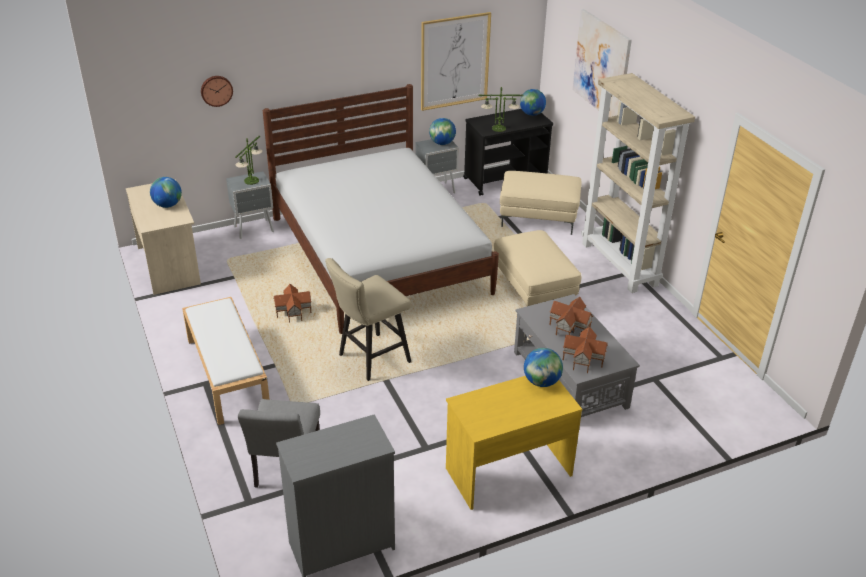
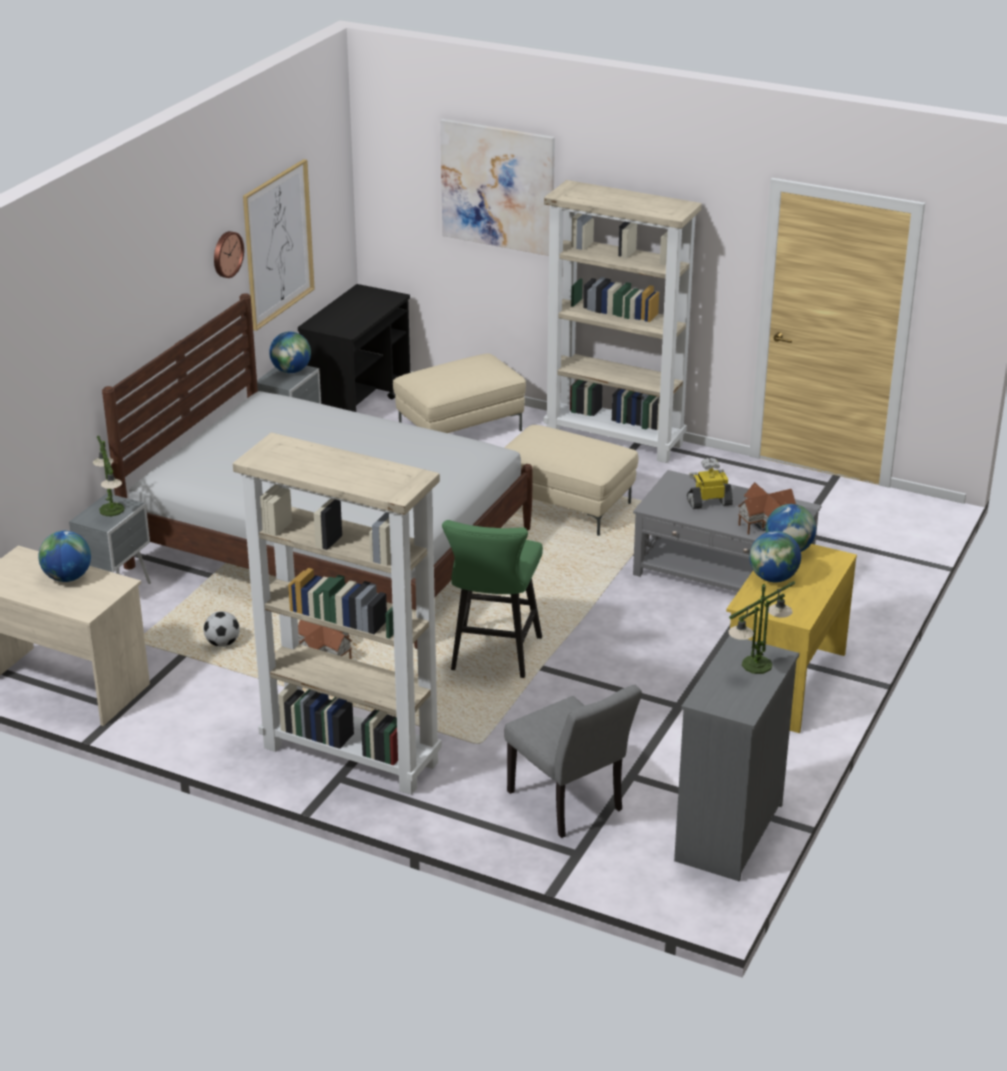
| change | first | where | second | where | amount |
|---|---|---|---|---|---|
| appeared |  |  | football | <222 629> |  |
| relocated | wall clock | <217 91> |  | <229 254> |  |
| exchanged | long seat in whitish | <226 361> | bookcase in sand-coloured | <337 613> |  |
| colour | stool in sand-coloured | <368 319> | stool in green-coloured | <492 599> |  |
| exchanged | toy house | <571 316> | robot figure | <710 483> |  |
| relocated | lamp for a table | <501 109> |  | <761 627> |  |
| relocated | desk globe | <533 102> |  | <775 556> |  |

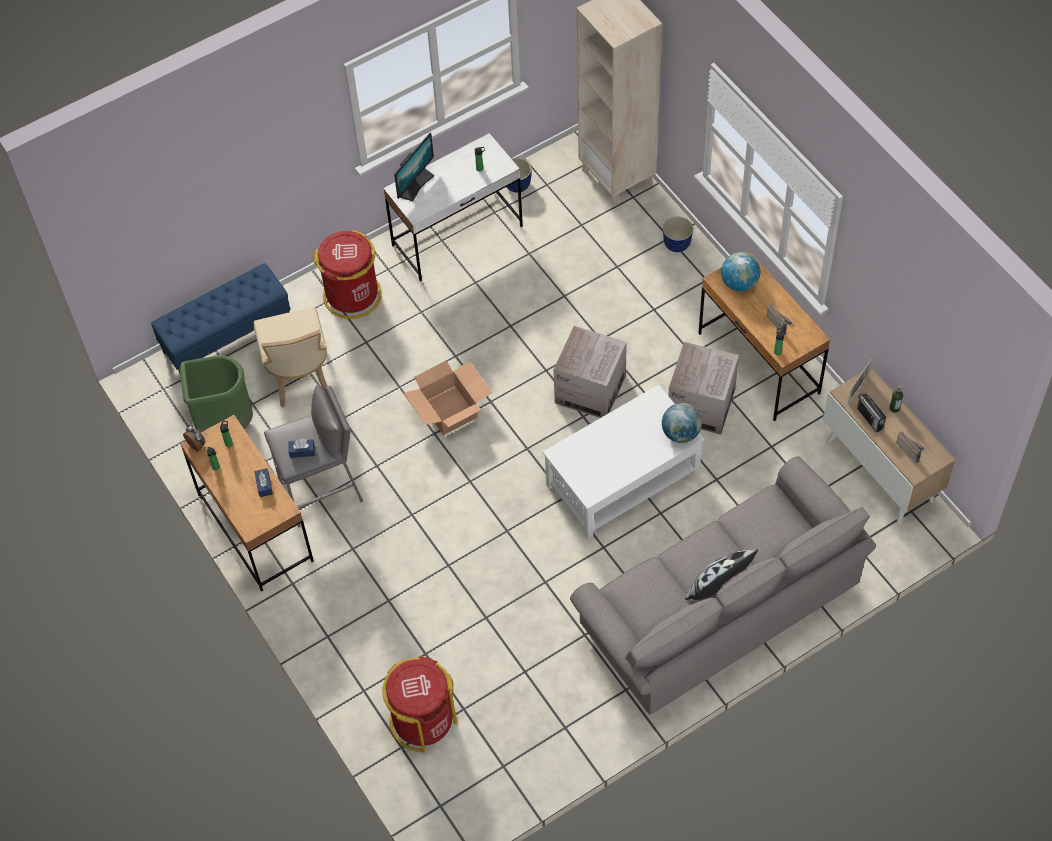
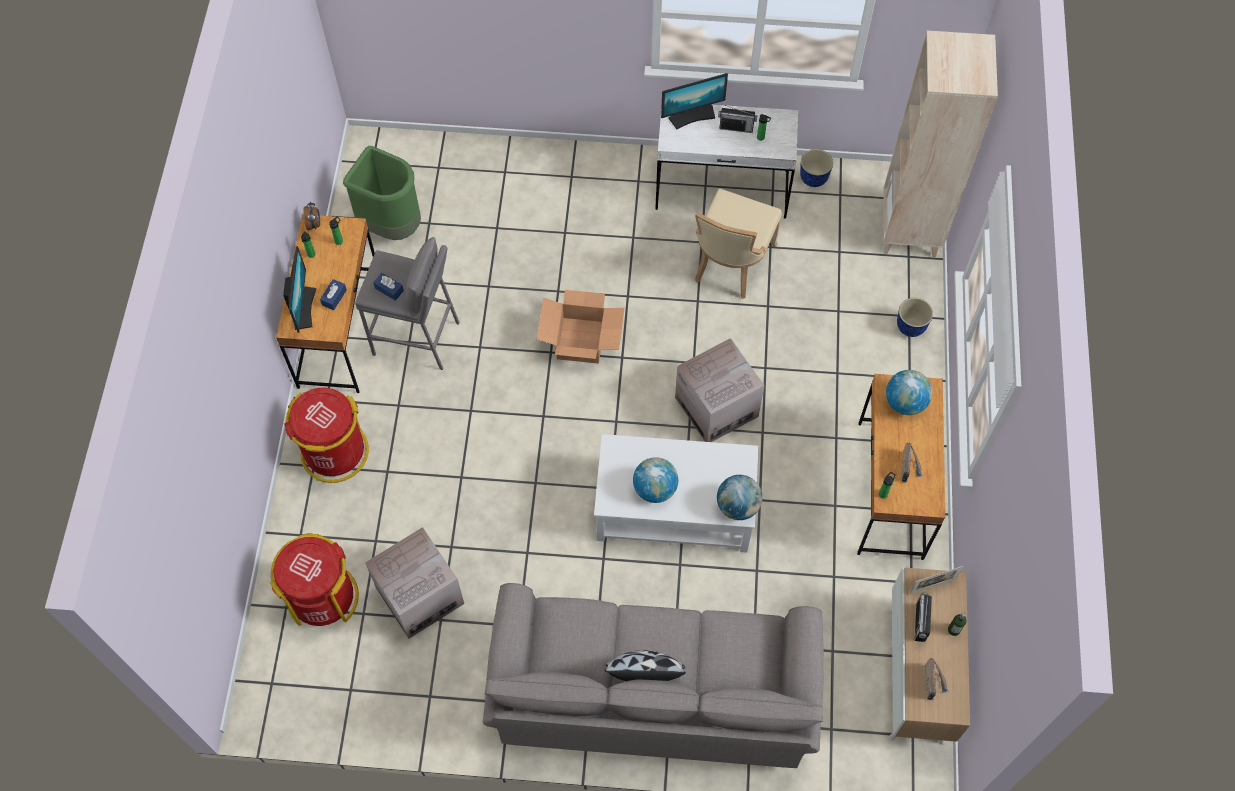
| change | first | where | second | where | amount |
|---|---|---|---|---|---|
| appeared |  |  | computer display | <299 289> |  |
| relocated | trash can in red-coloured | <347 274> |  | <326 435> |  |
| relocated | cardboard box | <703 388> |  | <414 583> |  |
| appeared |  |  | desk globe | <655 480> |  |
| relocated | plain chair in sand-coloured | <290 357> |  | <738 244> |  |
| appeared |  |  | radio receiver | <737 119> |  |
| missing | long seat in bluish | <221 318> |  |  |  |

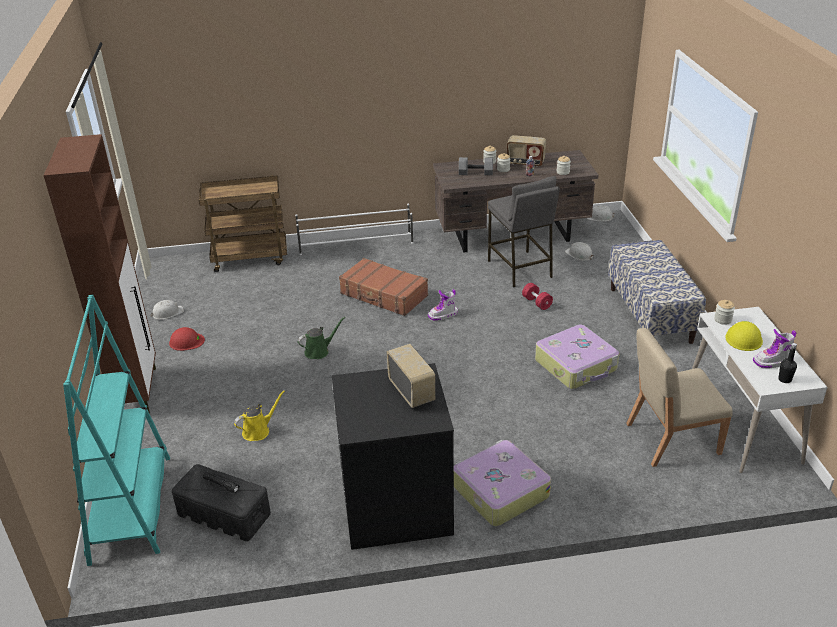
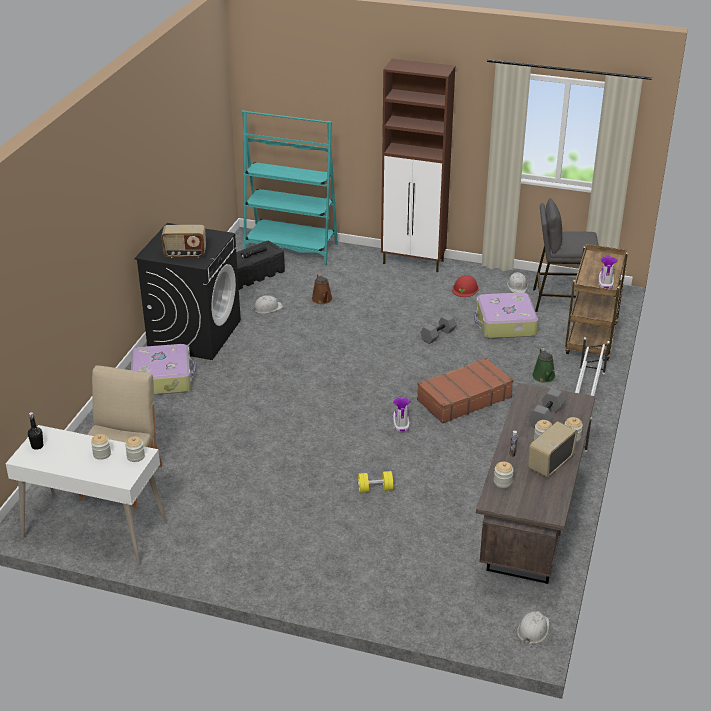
| change | first | where | second | where | amount |
|---|---|---|---|---|---|
| exchanged | work helmet in yellowish | <744 336> | jar | <101 447> |  |
| relocated | work helmet in whitish | <579 251> |  | <268 304> |  |
| colour | watering pot in yellowish | <259 415> | watering pot in brown | <322 289> |  |
| colour | free weight in red-coloured | <537 296> | free weight in yellowish | <376 482> |  |
| appeared |  |  | free weight in grey | <438 329> |  |
| relocated | travel case | <577 357> |  | <506 315> |  |
| relocated | watering pot in green-coloured | <321 338> |  | <543 365> |  |
| relocated | stool in grey | <524 231> |  | <566 255> |  |
| relocated | tall boot | <775 349> |  | <608 272> |  |
| missing | long seat | <657 292> |  |  |  |

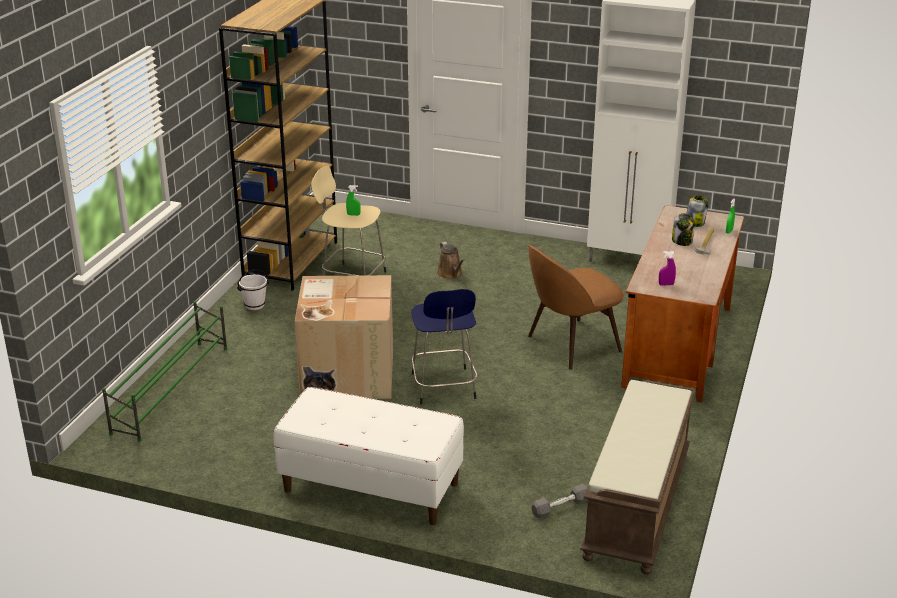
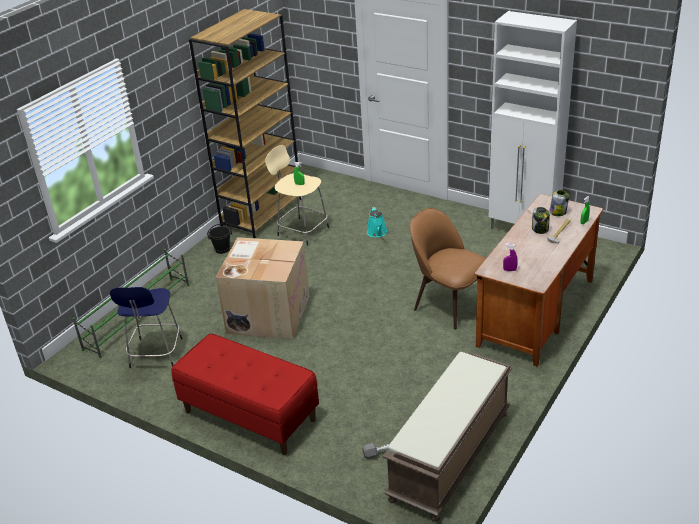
| change | first | where | second | where | amount |
|---|---|---|---|---|---|
| relocated | stool in bluish | <444 346> |  | <146 327> |  |
| colour | long seat in whitish | <369 456> | long seat in red-coloured | <245 394> |  |
| colour | water bucket in whitish | <253 289> | water bucket in black | <219 239> |  |
| colour | watering pot in brown | <451 260> | watering pot in blue-green | <377 222> |  |
| spun | plain chair in brown | <576 307> |  | <448 269> | 60 degrees clockwise |

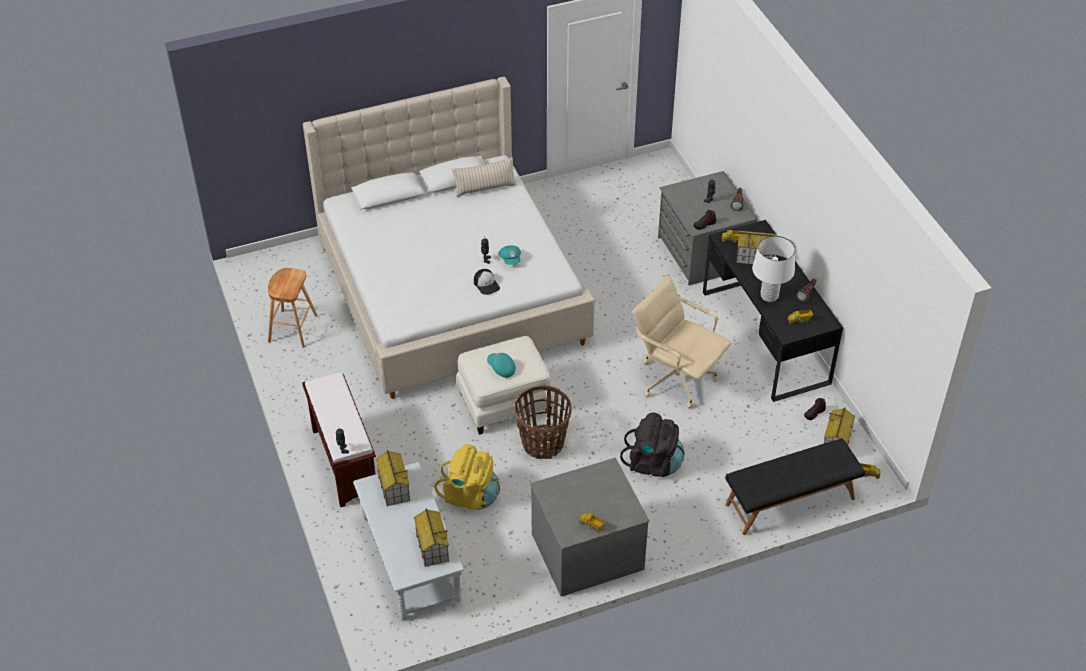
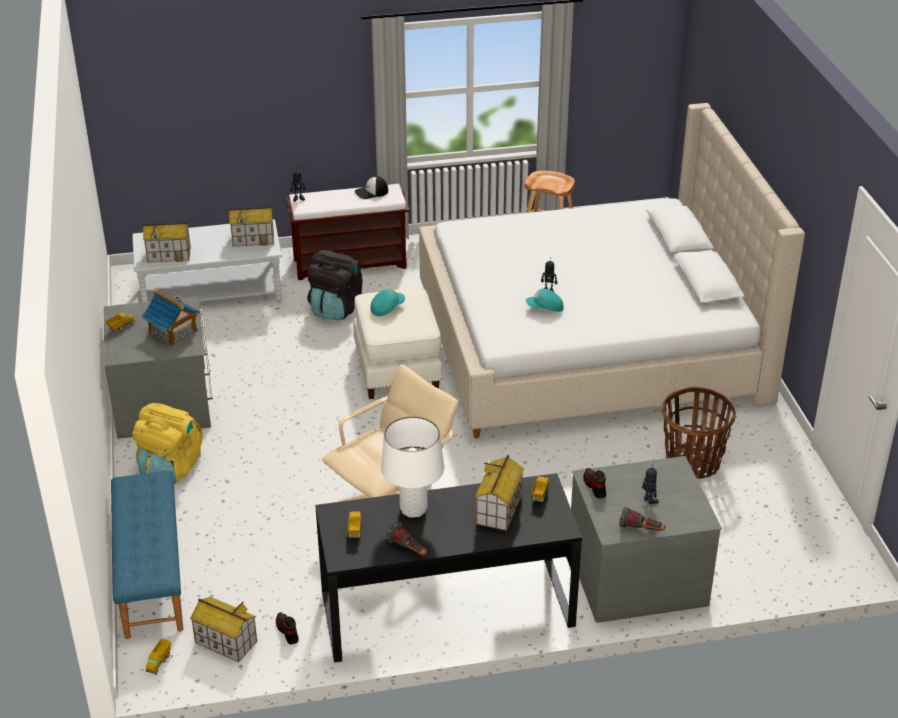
| change | first | where | second | where | amount |
|---|---|---|---|---|---|
| colour | long seat in black | <795 486> | long seat in bluish | <147 555> |  |
| relocated | rucksack in yellowish | <467 477> |  | <167 443> |  |
| appeared |  |  | toy house | <171 318> |  |
| relocated | rucksack in black | <652 444> |  | <334 285> |  |
| relocated | cap | <487 282> |  | <371 187> |  |
| relocated | storage basket | <543 422> |  | <699 433> |  |
| missing | throw pillow in sand-coloured | <484 177> |  |  |  |

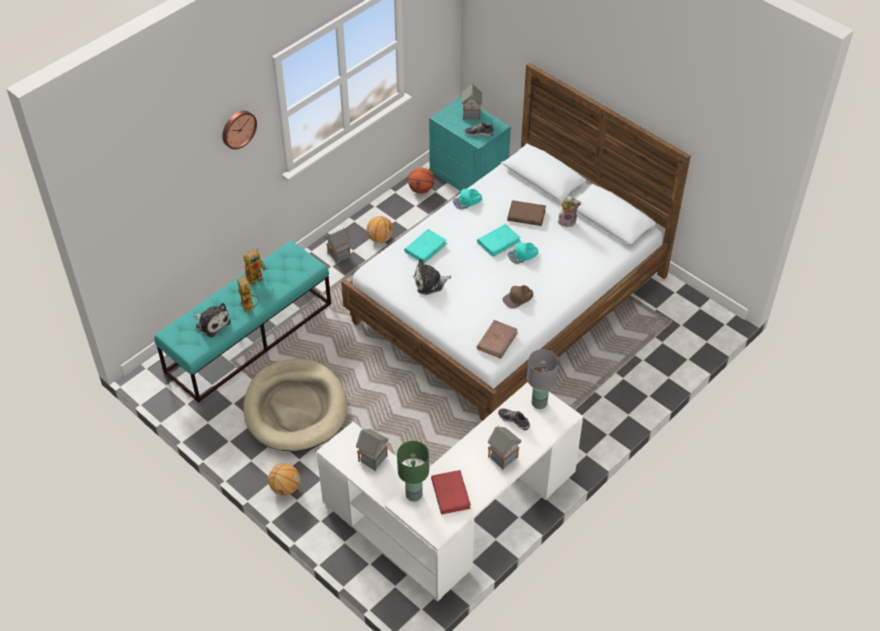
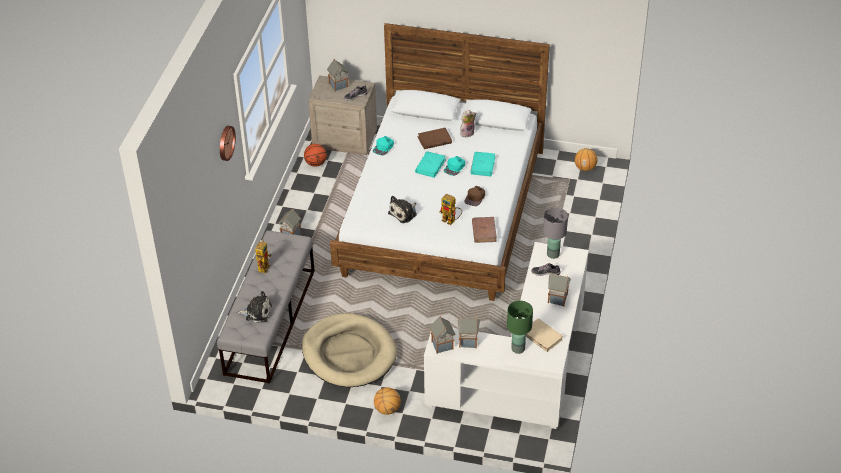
| change | first | where | second | where | amount |
|---|---|---|---|---|---|
| colour | long seat in blue-green | <242 322> | long seat in grey | <266 307> |  |
| colour | night table in blue-green | <470 143> | night table in sand-coloured | <342 115> |  |
| appeared |  |  | toy house | <442 335> |  |
| relocated | robot figure | <248 294> |  | <450 209> |  |
| relocated | volume in blue-green | <425 246> |  | <483 164> |  |
| colour | volume in red-coloured | <451 492> | volume in sand-coloured | <544 335> |  |
| relocated | ball for basketball | <379 229> |  | <586 159> |  |

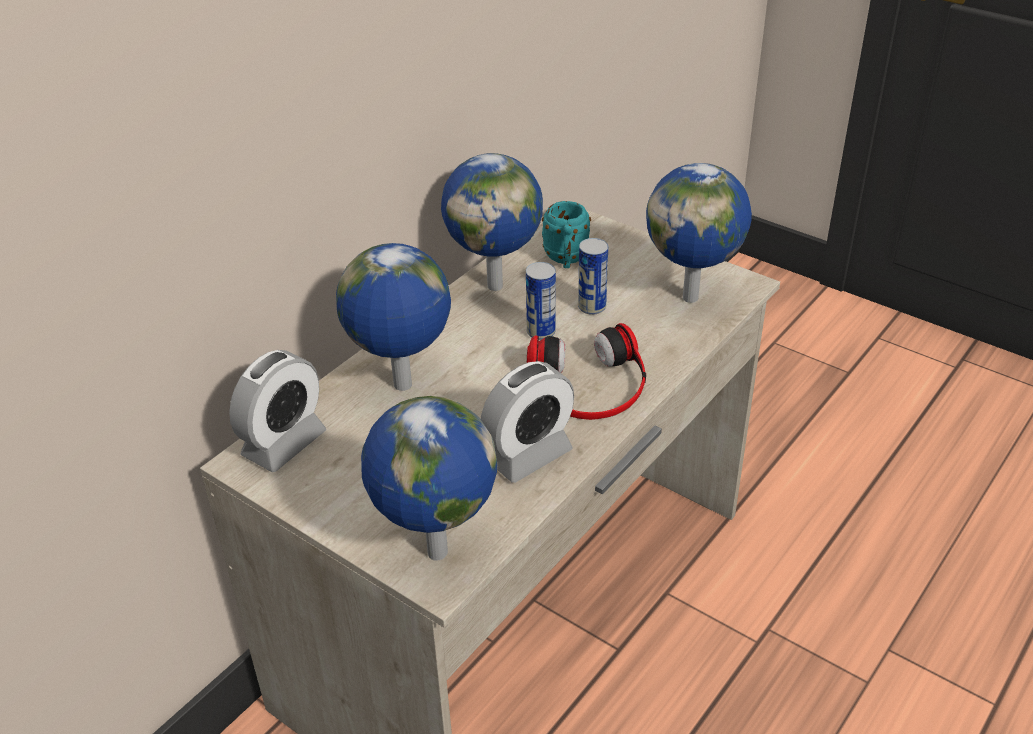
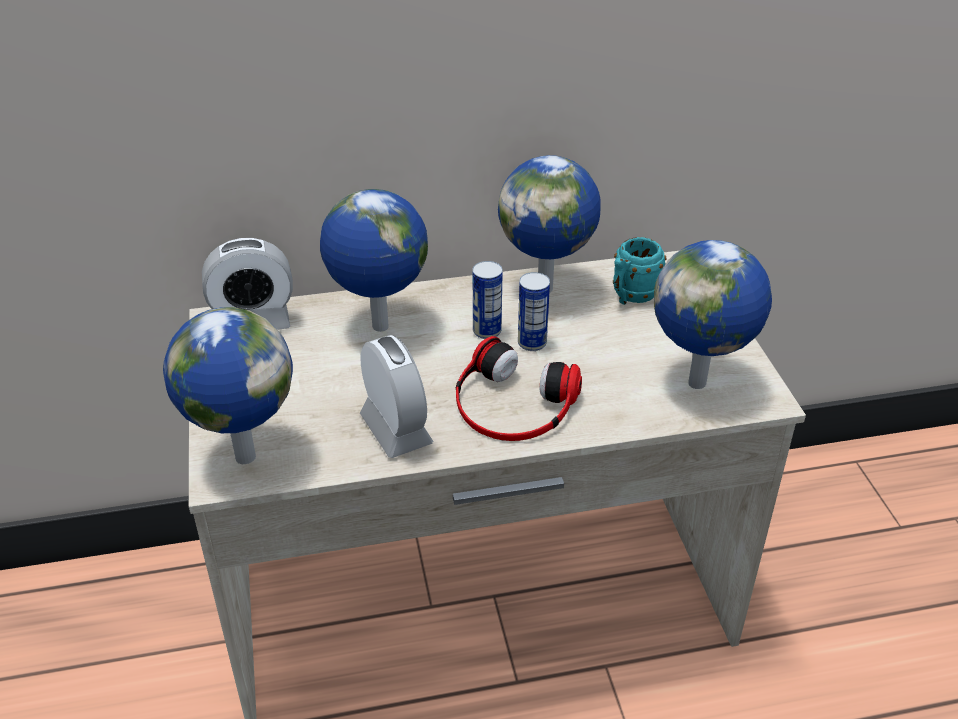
| change | first | where | second | where | amount |
|---|---|---|---|---|---|
| spun | table clock | <527 422> |  | <396 396> | 120 degrees counterclockwise |
| relocated | can | <593 276> |  | <488 300> |  |

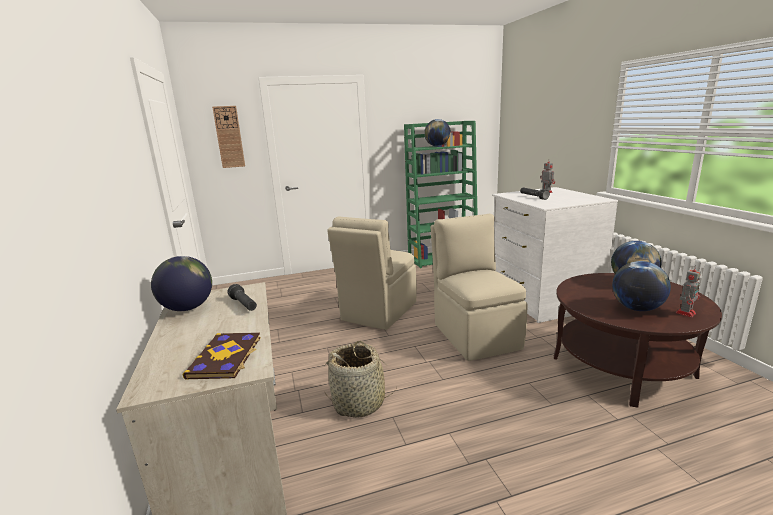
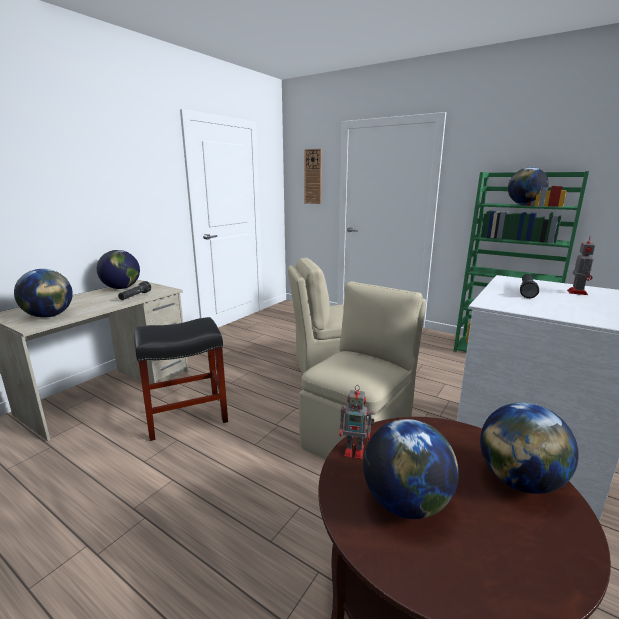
| change | first | where | second | where | amount |
|---|---|---|---|---|---|
| exchanged | volume | <221 356> | desk globe | <43 293> |  |
| exchanged | storage basket | <360 379> | stool in black | <181 379> |  |
| relocated | robot figure | <688 291> |  | <356 422> |  |

